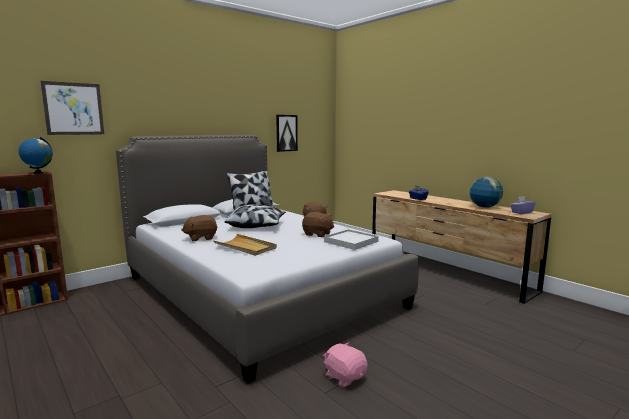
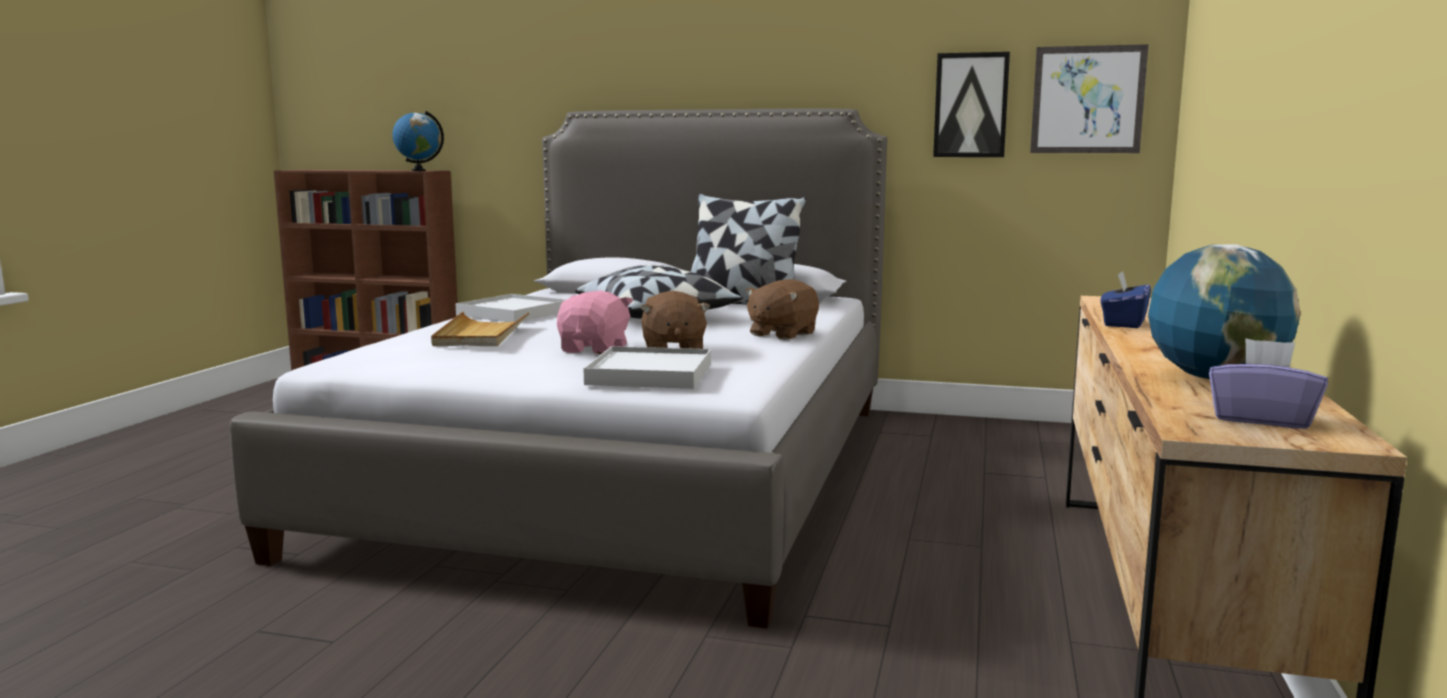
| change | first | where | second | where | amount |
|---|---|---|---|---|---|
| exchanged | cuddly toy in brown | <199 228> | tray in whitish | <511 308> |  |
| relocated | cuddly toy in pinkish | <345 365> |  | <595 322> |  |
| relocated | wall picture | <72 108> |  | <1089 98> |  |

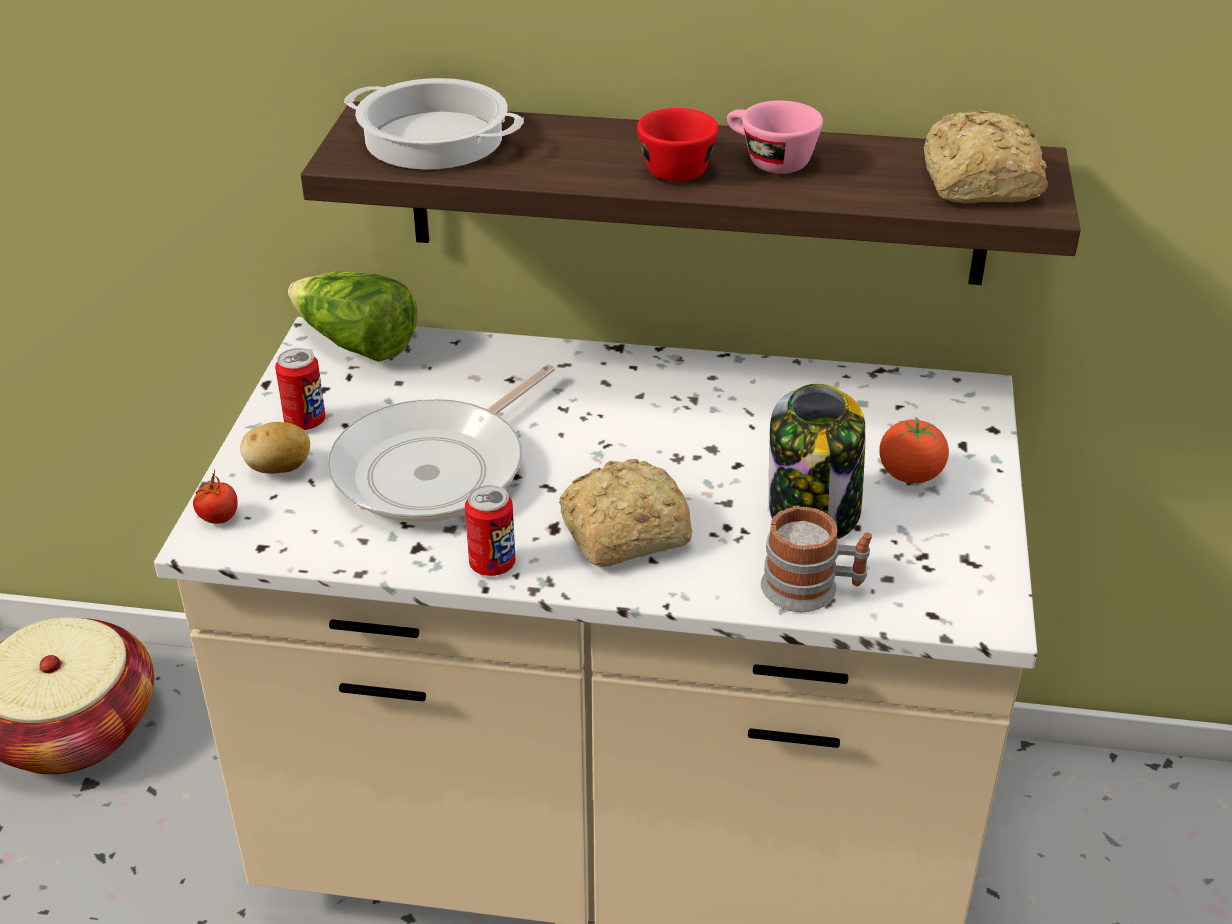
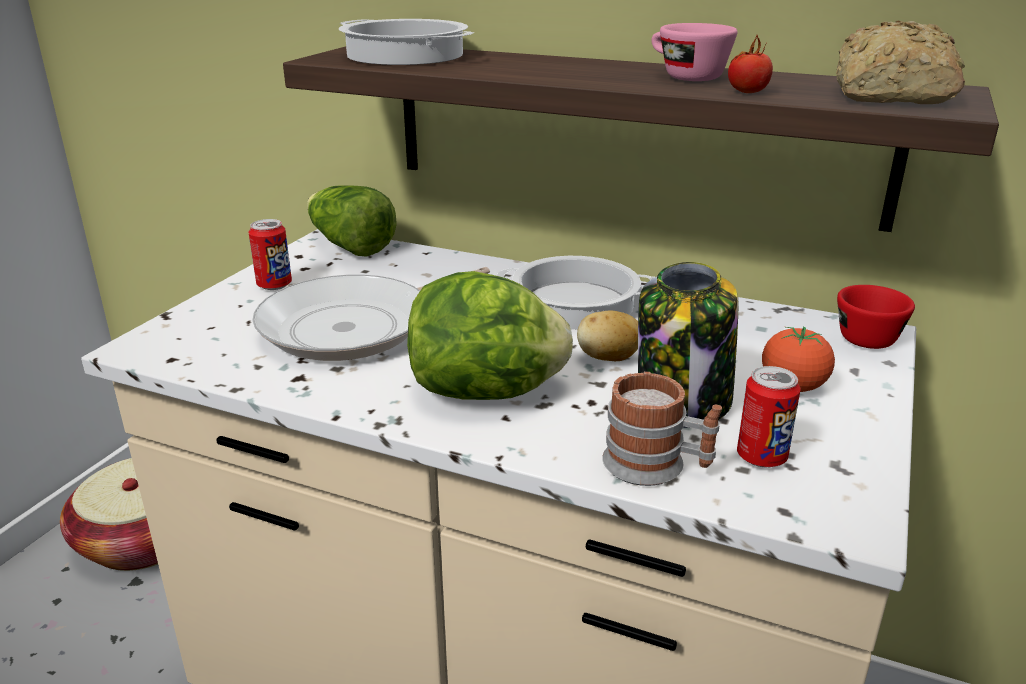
| change | first | where | second | where | amount |
|---|---|---|---|---|---|
| exchanged | bread | <625 513> | head of lettuce | <490 335> |  |
| appeared |  |  | stockpot | <575 292> |  |
| relocated | whole potato | <275 448> |  | <607 336> |  |
| relocated | whole tomato | <215 496> |  | <750 64> |  |
| relocated | can | <490 530> |  | <769 416> |  |
| relocated | drinking cup in red-coloured | <678 145> |  | <876 317> |  |

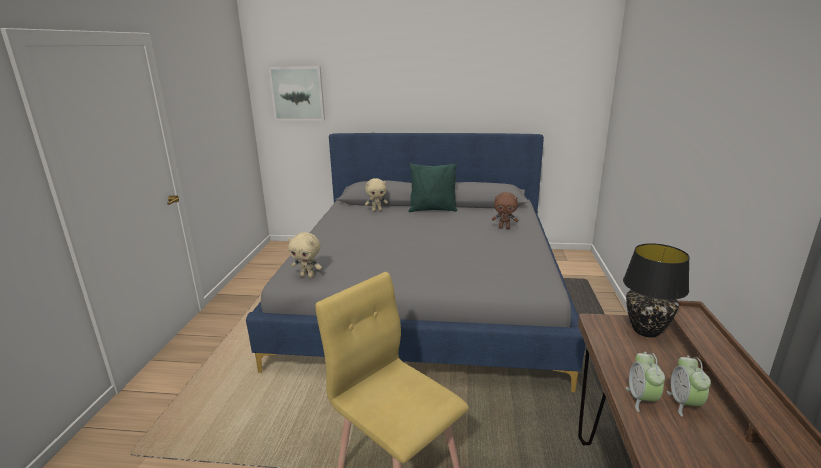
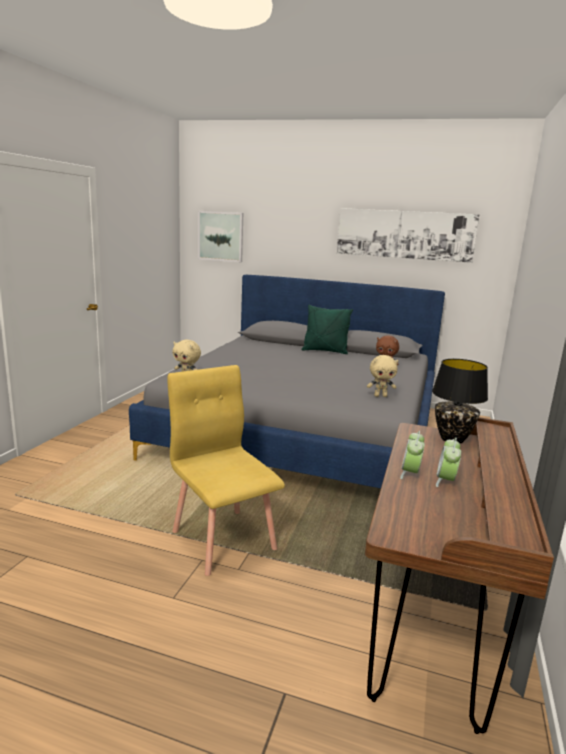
| change | first | where | second | where | amount |
|---|---|---|---|---|---|
| appeared |  |  | wall picture | <408 235> |  |
| relocated | cuddly toy in sand-coloured | <376 195> |  | <382 376> |  |

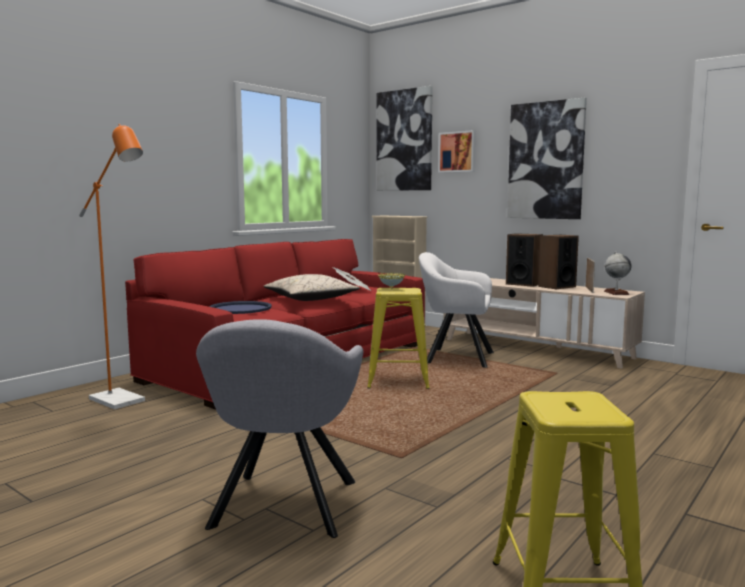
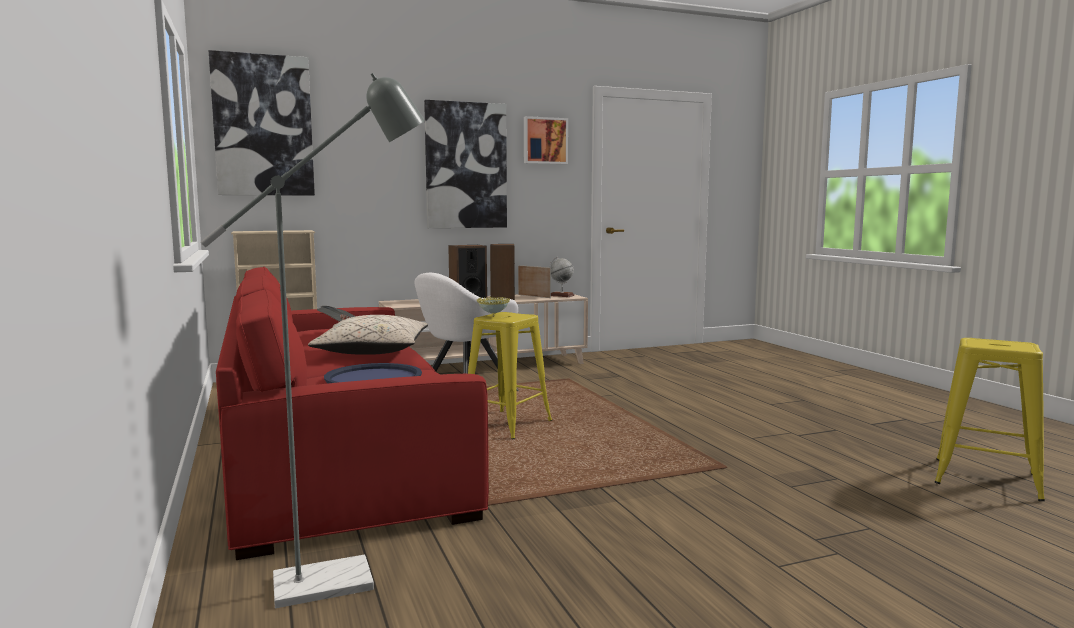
| change | first | where | second | where | amount |
|---|---|---|---|---|---|
| colour | standard lamp in orangey | <112 266> | standard lamp in grey | <312 340> |  |
| relocated | wall picture | <457 151> |  | <546 140> |  |
| missing | lounge chair in grey | <279 428> |  |  |  |

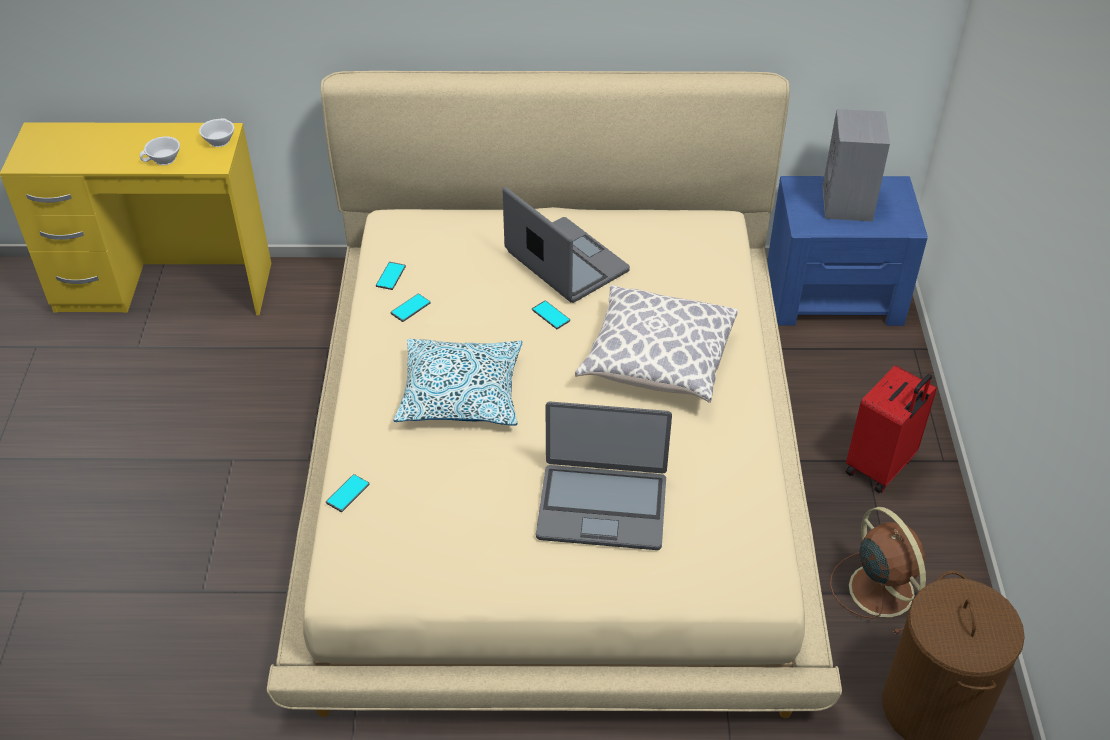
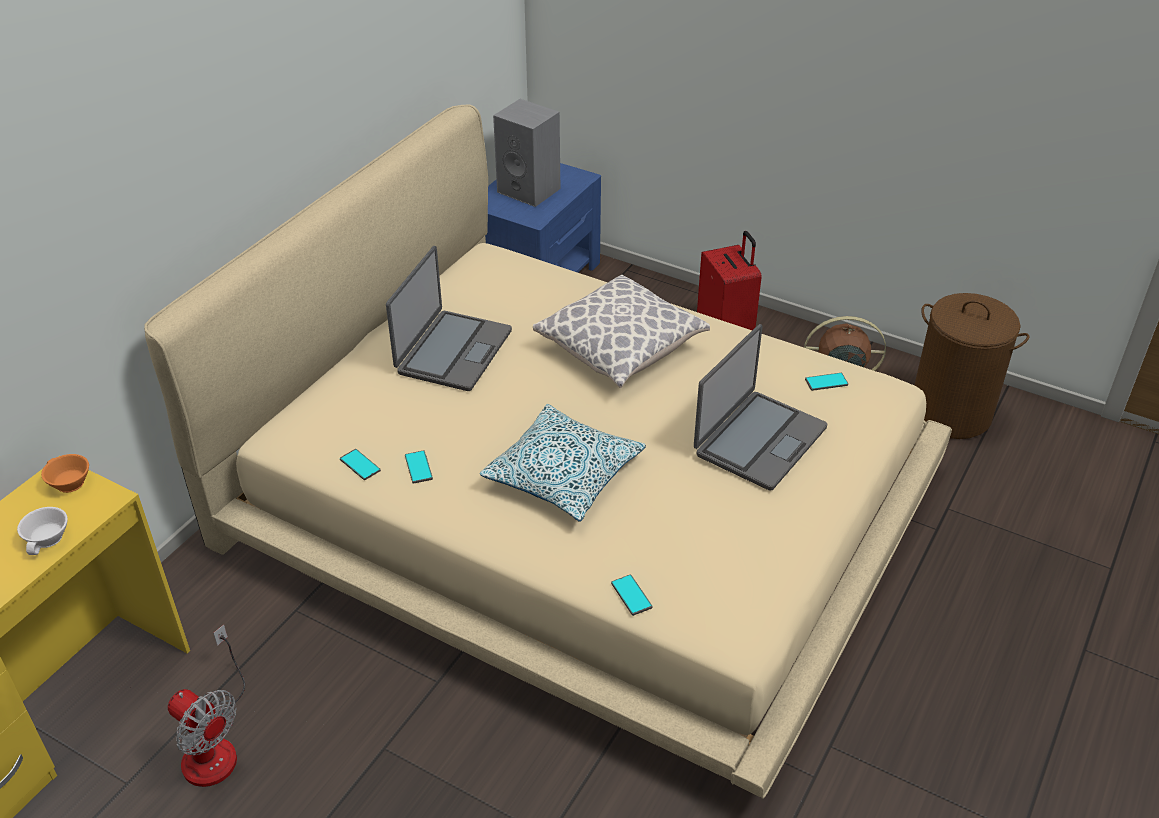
| change | first | where | second | where | amount |
|---|---|---|---|---|---|
| colour | drinking cup in whitish | <216 132> | drinking cup in orangey | <65 473> |  |
| appeared |  |  | fan | <206 706> |  |
| spun | notebook computer | <566 245> |  | <449 318> | 120 degrees clockwise |
| relocated | telephone | <551 314> |  | <826 382> |  |

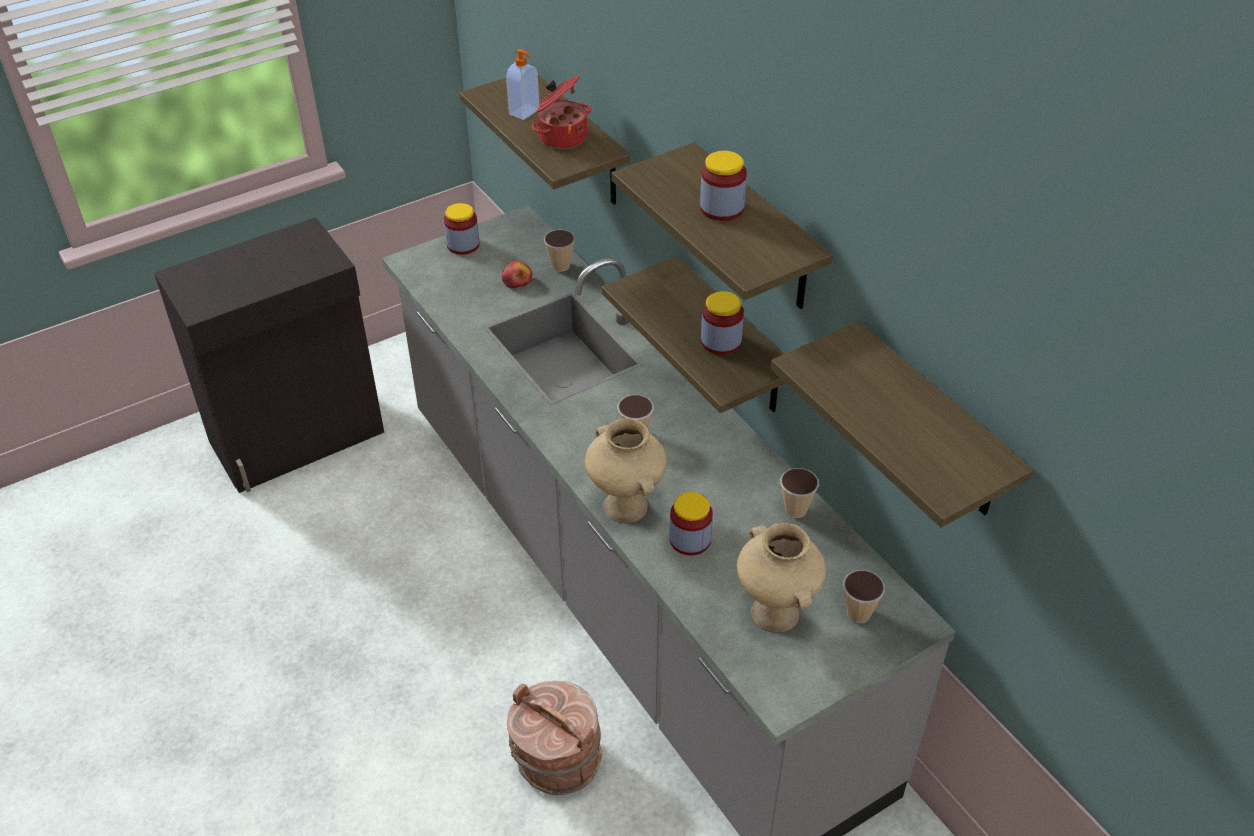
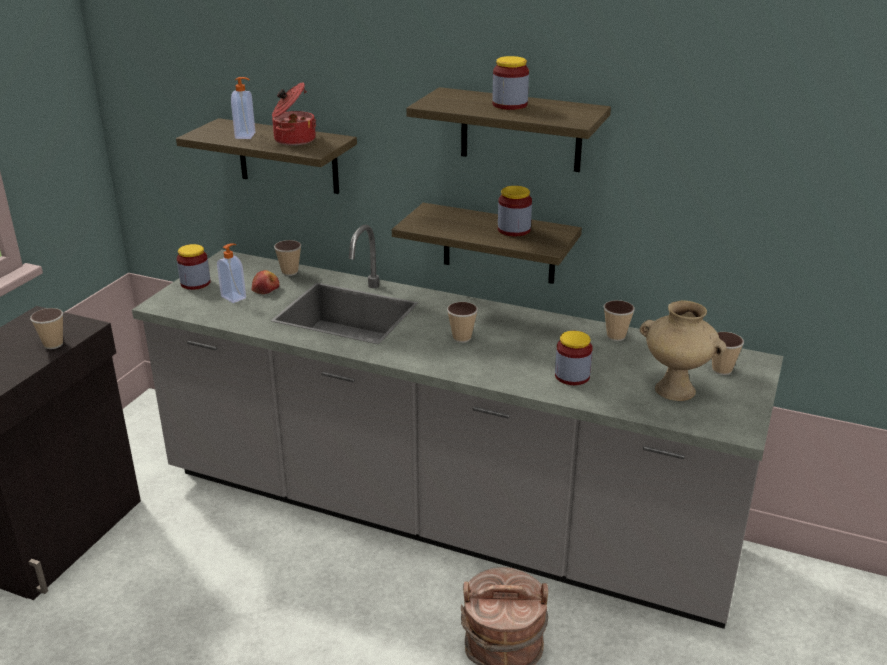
| change | first | where | second | where | amount |
|---|---|---|---|---|---|
| appeared |  |  | drinking cup | <46 328> |  |
| appeared |  |  | liquid soap bottle | <231 273> |  |
| missing | flower vase in sand-coloured | <626 470> |  |  |  |
| missing | shelf | <902 424> |  |  |  |

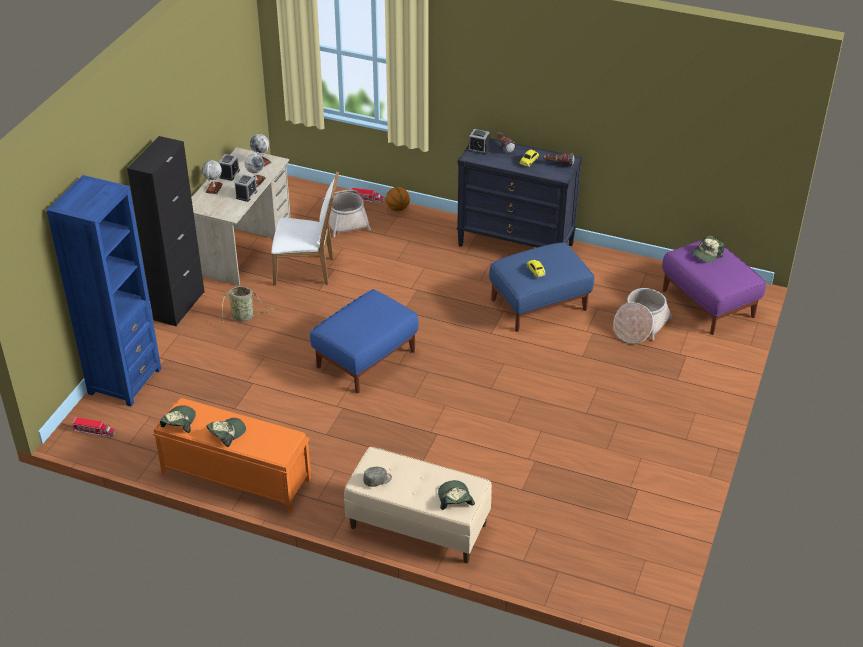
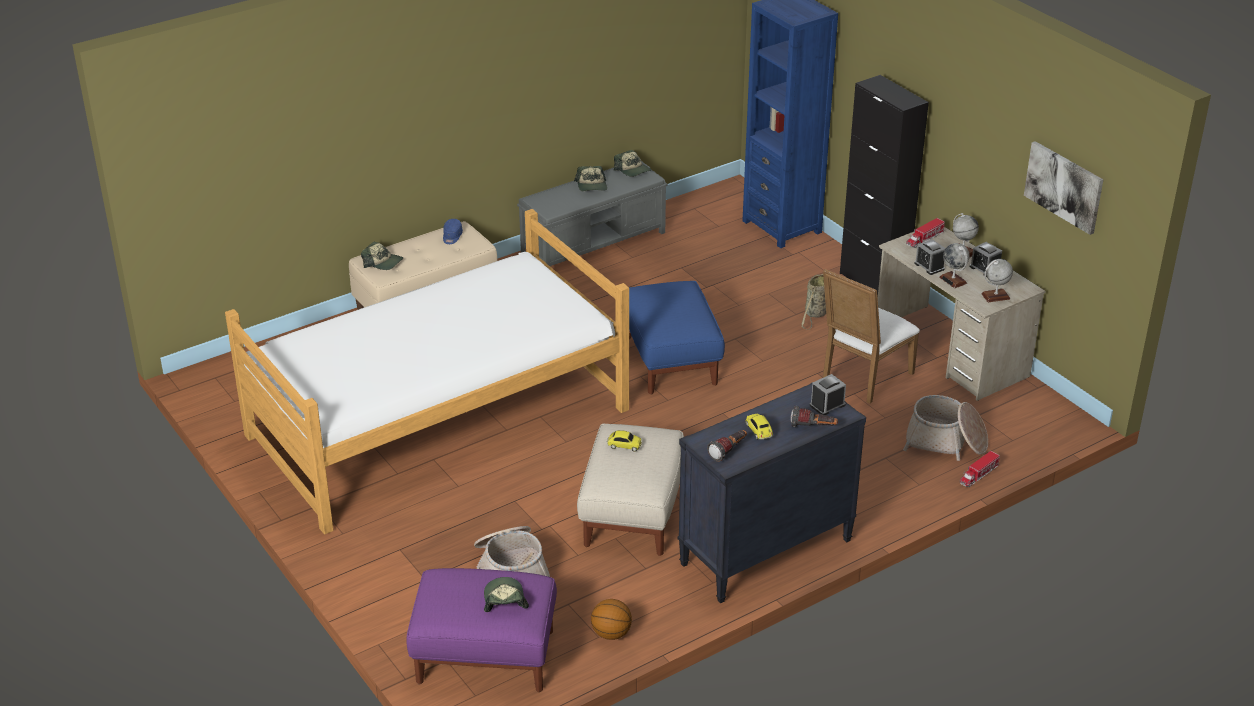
| change | first | where | second | where | amount |
|---|---|---|---|---|---|
| appeared |  |  | bedroom bed | <427 372> |  |
| colour | cap in grey | <377 477> | cap in bluish | <453 231> |  |
| colour | long seat in orangey | <232 455> | long seat in grey | <592 213> |  |
| colour | ottoman in bluish | <541 287> | ottoman in sand-coloured | <630 490> |  |
| relocated | ball for basketball | <398 199> |  | <611 619> |  |
| relocated | model truck | <93 427> |  | <925 233> |  |
| appeared |  |  | wall picture | <1064 188> |  |

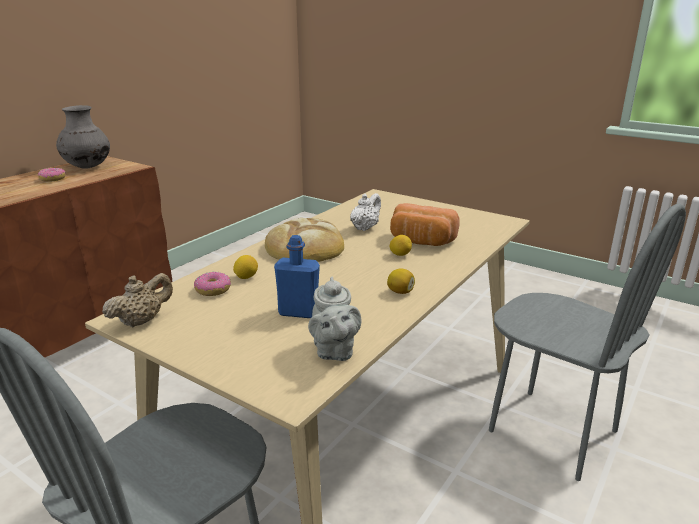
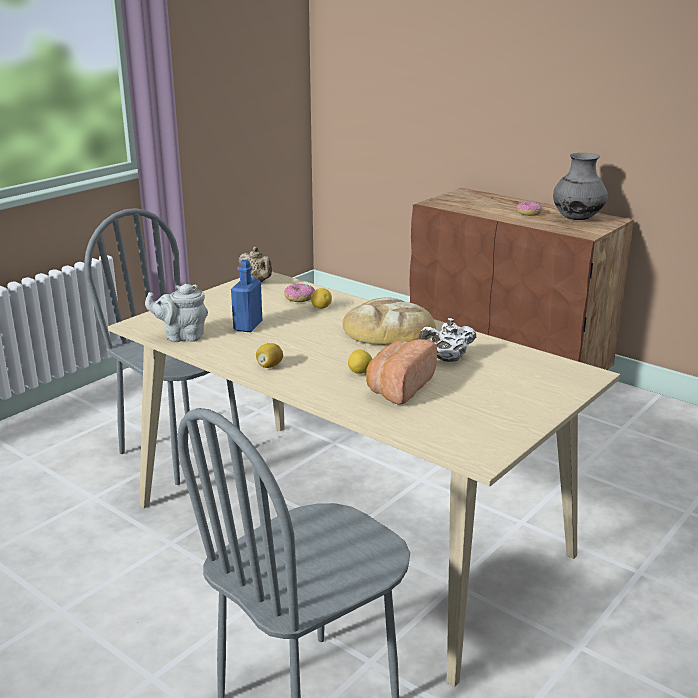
| change | first | where | second | where | amount |
|---|---|---|---|---|---|
| spun | tea pot in whitish | <365 212> |  | <447 340> | 120 degrees clockwise |

